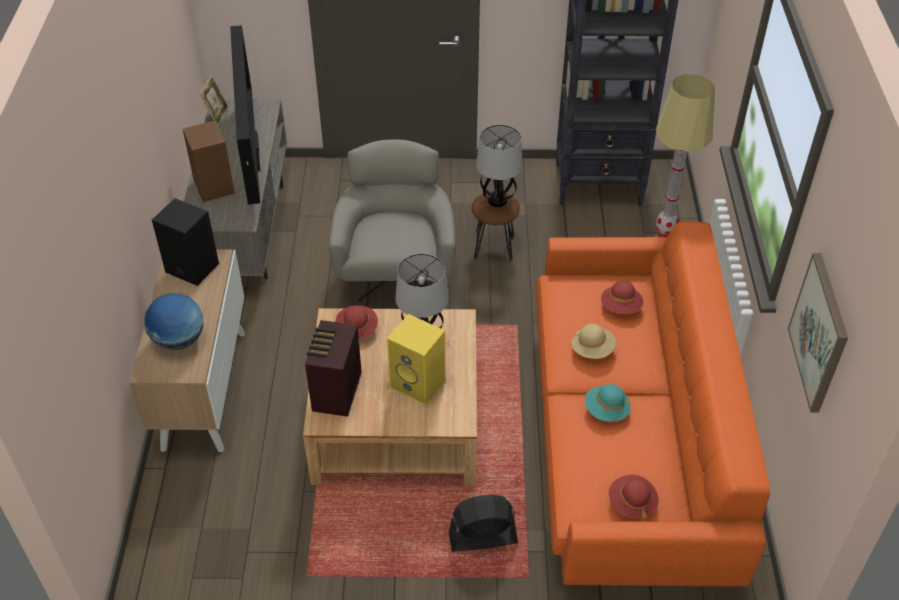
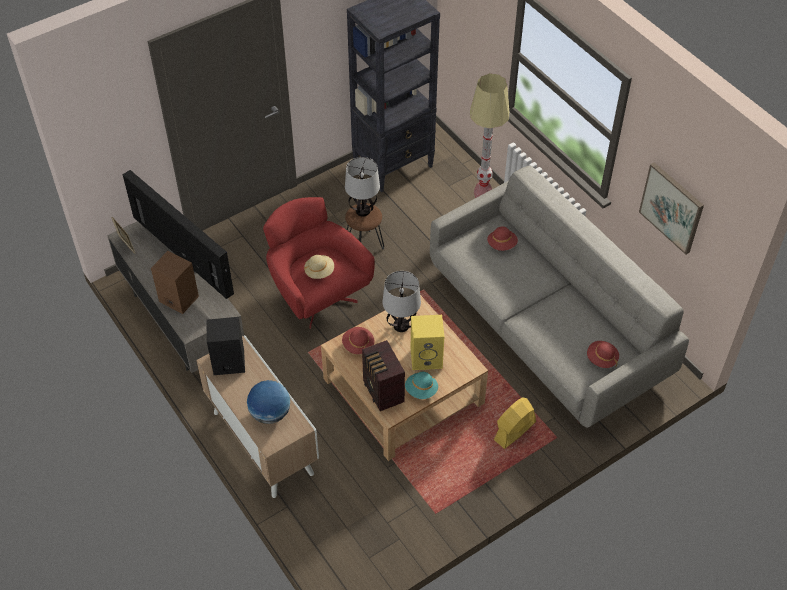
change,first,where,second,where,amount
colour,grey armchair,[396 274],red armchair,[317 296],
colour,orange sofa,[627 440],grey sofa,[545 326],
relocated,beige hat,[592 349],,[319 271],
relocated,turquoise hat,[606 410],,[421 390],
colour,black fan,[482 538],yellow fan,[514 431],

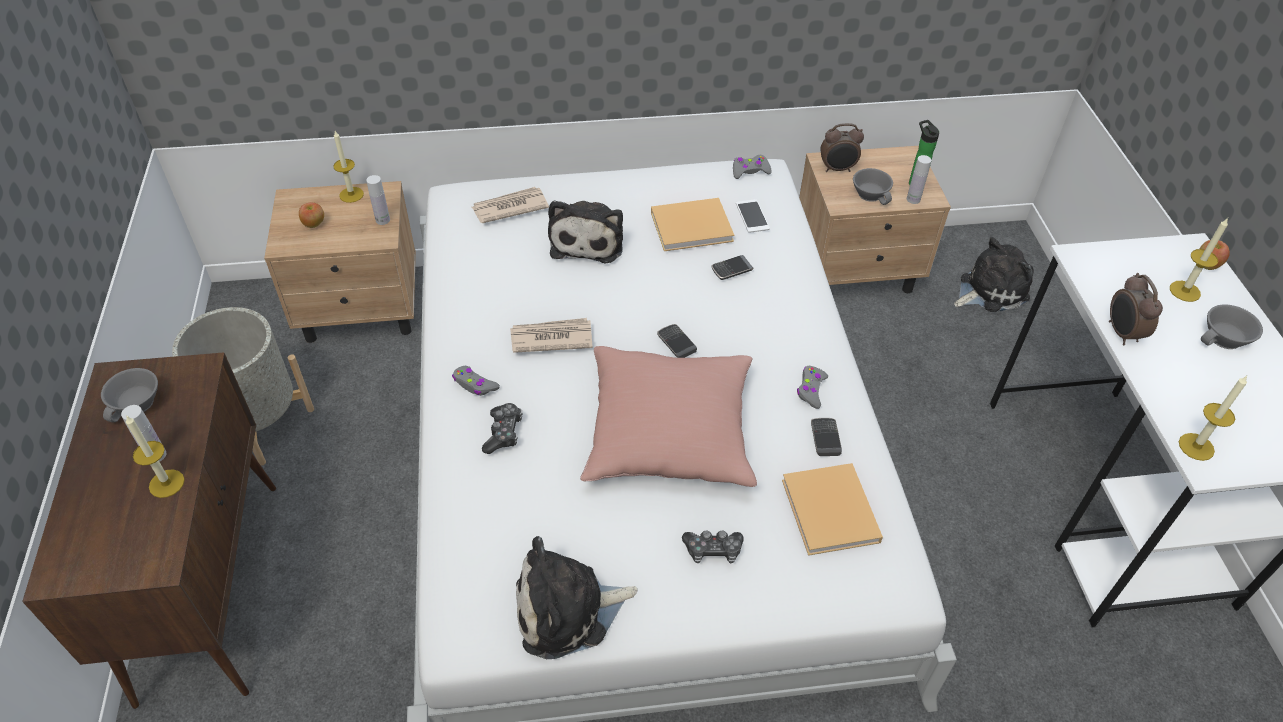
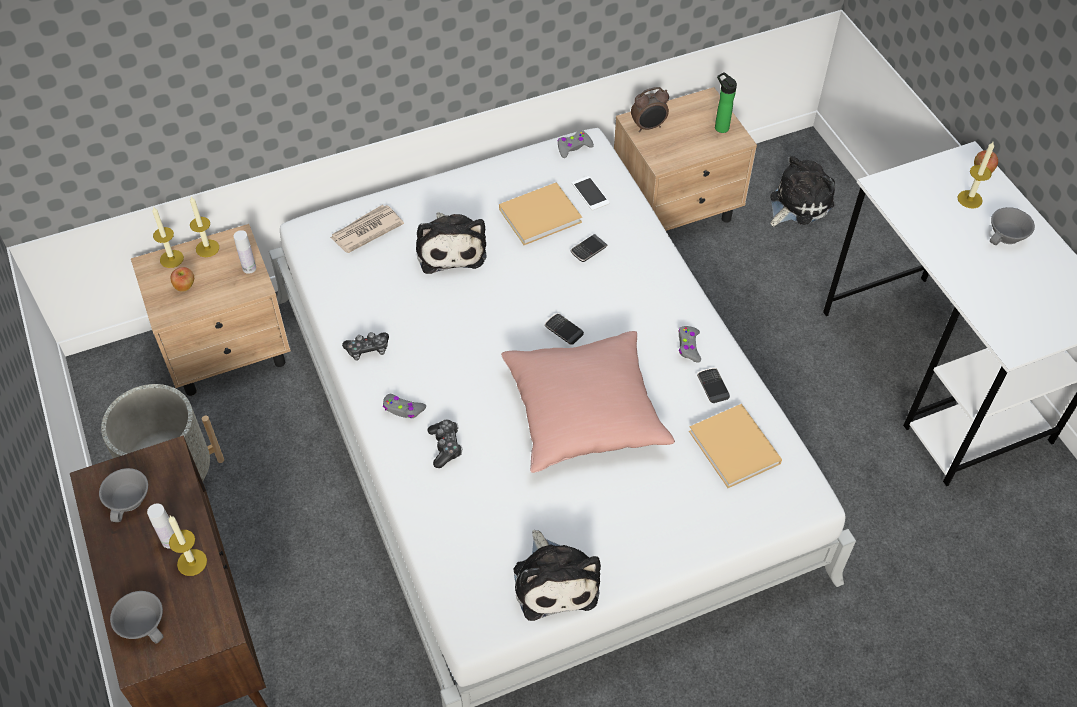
change,first,where,second,where,amount
missing,white bottle,[913 199],,,
relocated,grey cup,[872 194],,[144 623],
missing,alarm clock,[1121 333],,,
missing,newspaper,[551 338],,,
relocated,candle,[1196 446],,[171 259],
relocated,game controller,[713 551],,[367 350],
spun,plush toy,[568 610],,[554 580],75 degrees counterclockwise

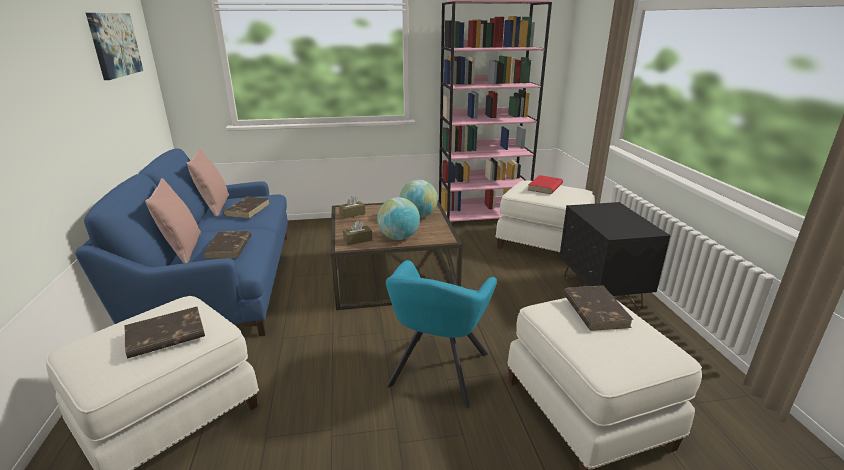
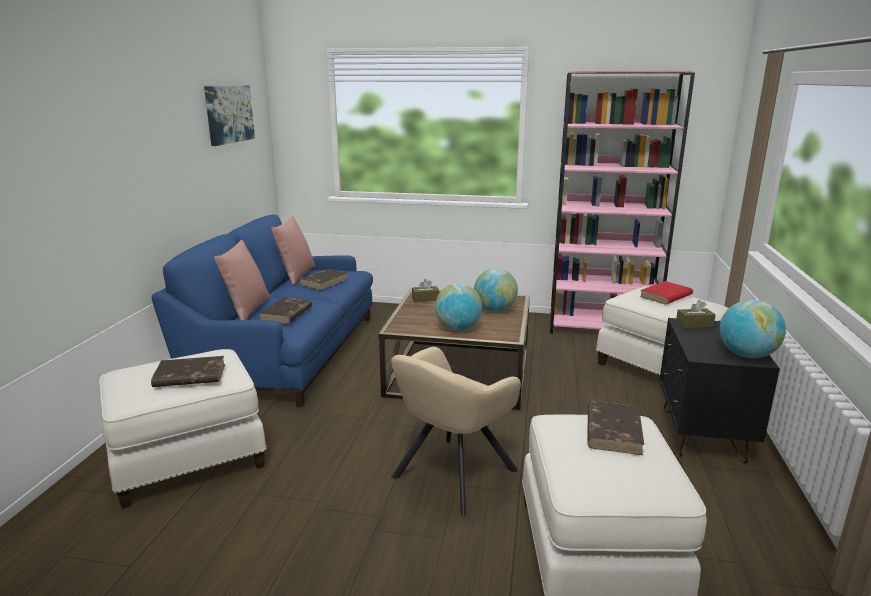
change,first,where,second,where,amount
relocated,brown tissue box,[358 240],,[694 324],
colour,turquoise armchair,[438 372],beige armchair,[451 476],
appeared,,,globe,[746 355],

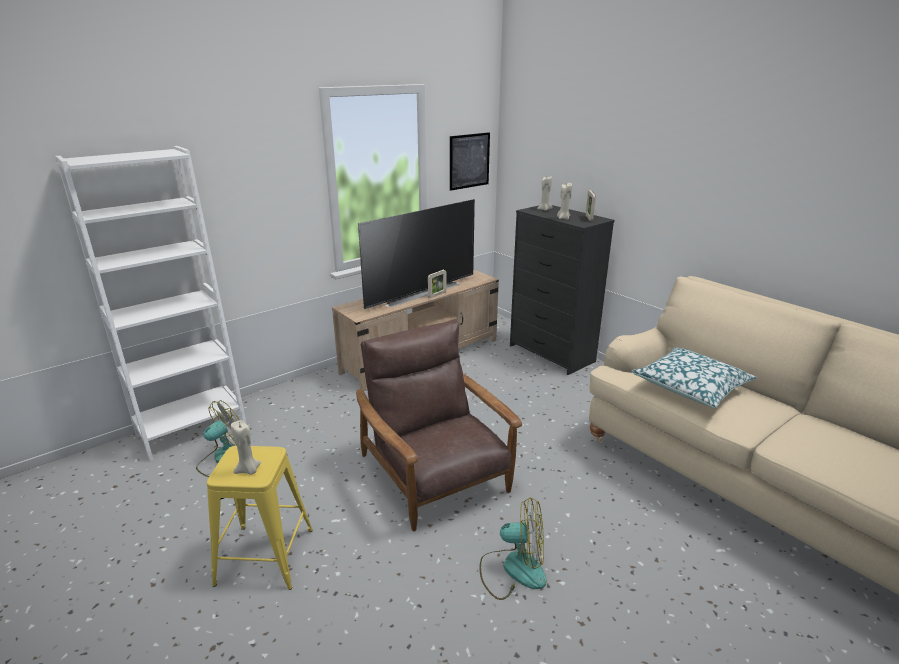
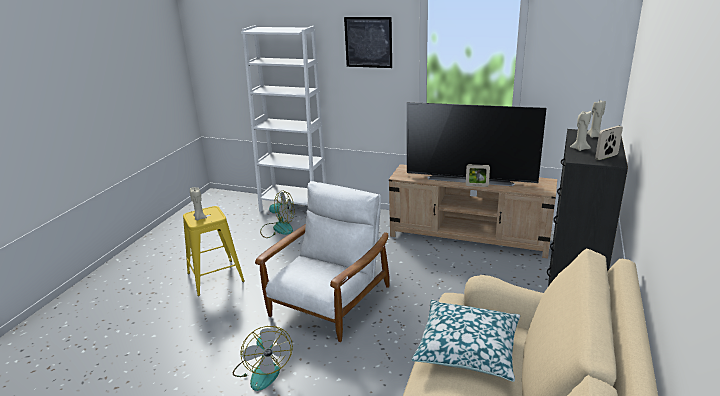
change,first,where,second,where,amount
relocated,picture,[469 161],,[368 42],
colour,brown armchair,[434 474],white armchair,[329 302],

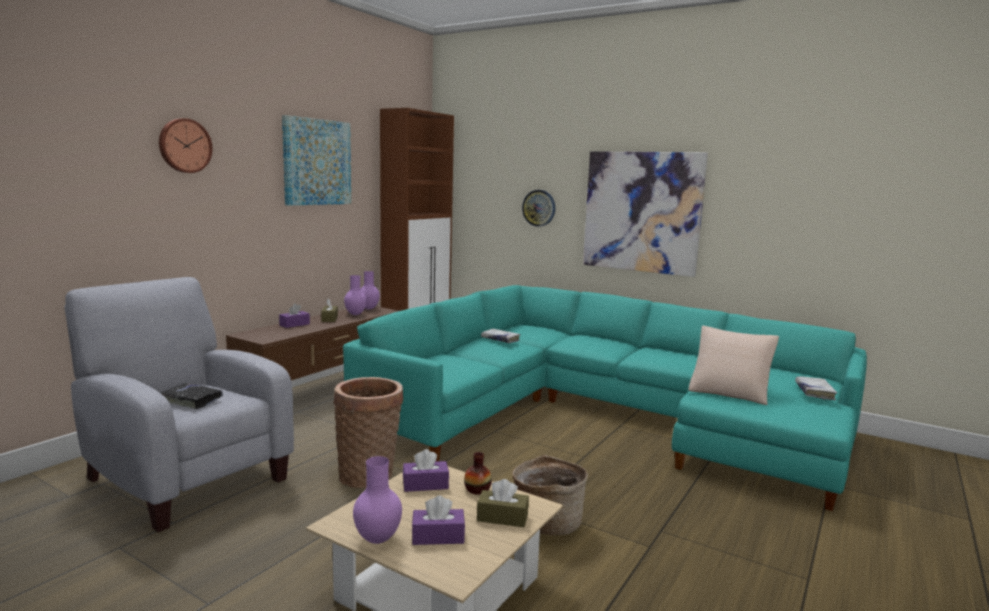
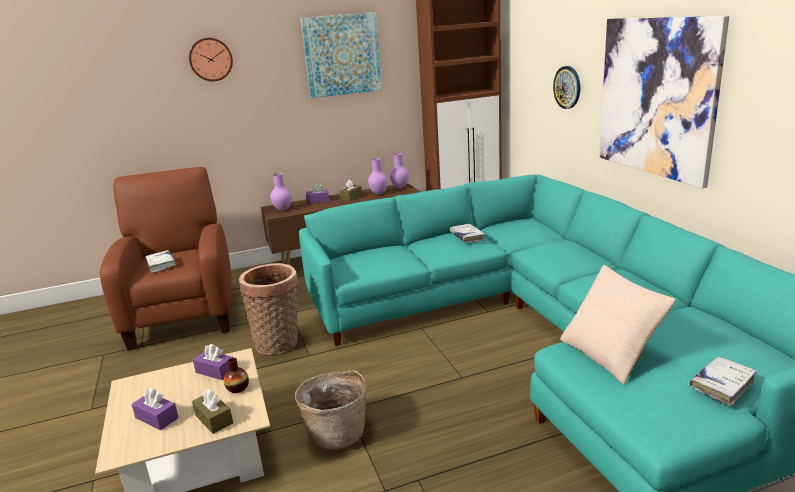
change,first,where,second,where,amount
colour,grey armchair,[184 476],brown armchair,[184 313],
colour,black book,[192 401],white book,[161 265],
relocated,purple vase,[378 539],,[283 210],

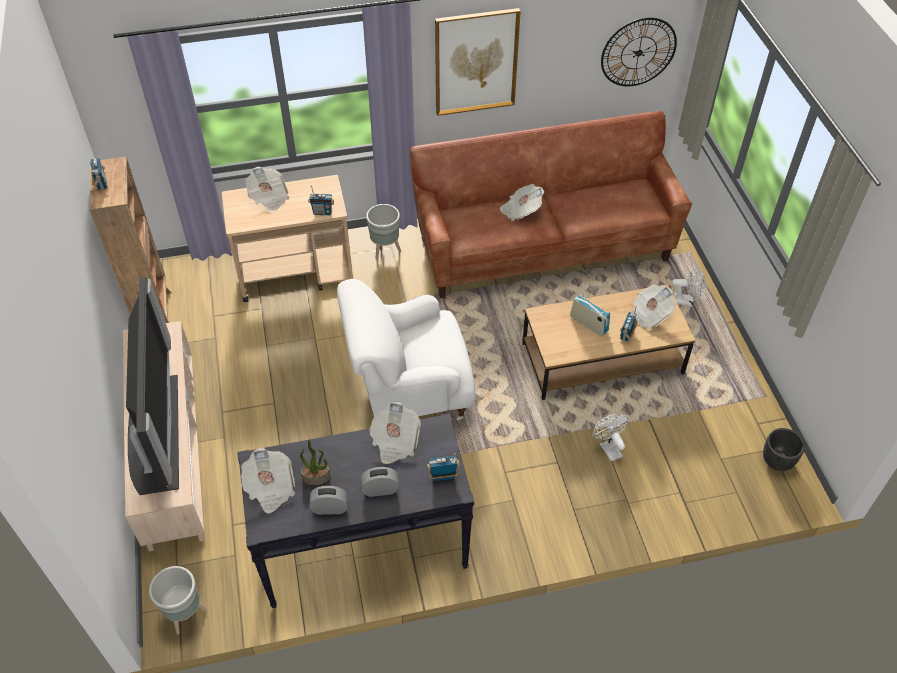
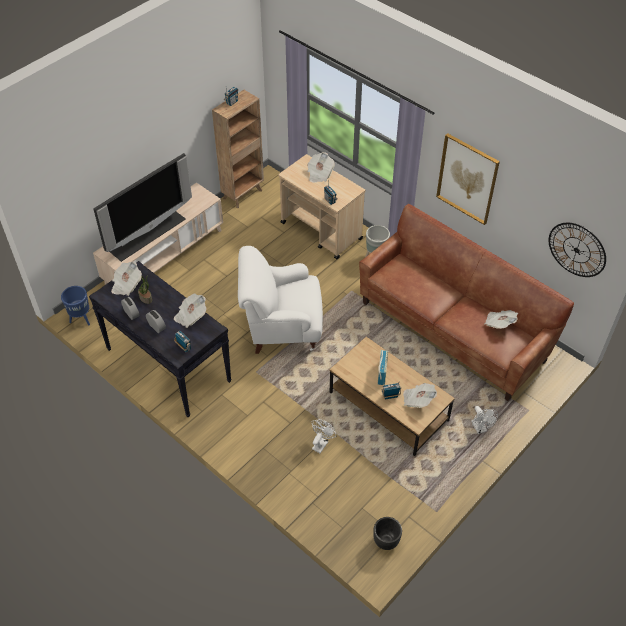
change,first,where,second,where,amount
relocated,newspaper,[521 210],,[499 323],
spun,white armchair,[409 392],,[282 328],45 degrees counterclockwise
colour,grey planter,[186 614],blue planter,[81 319],

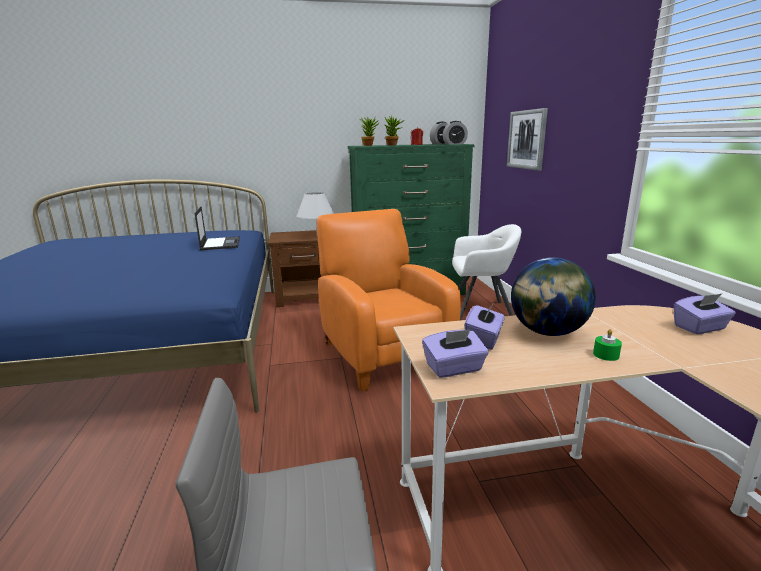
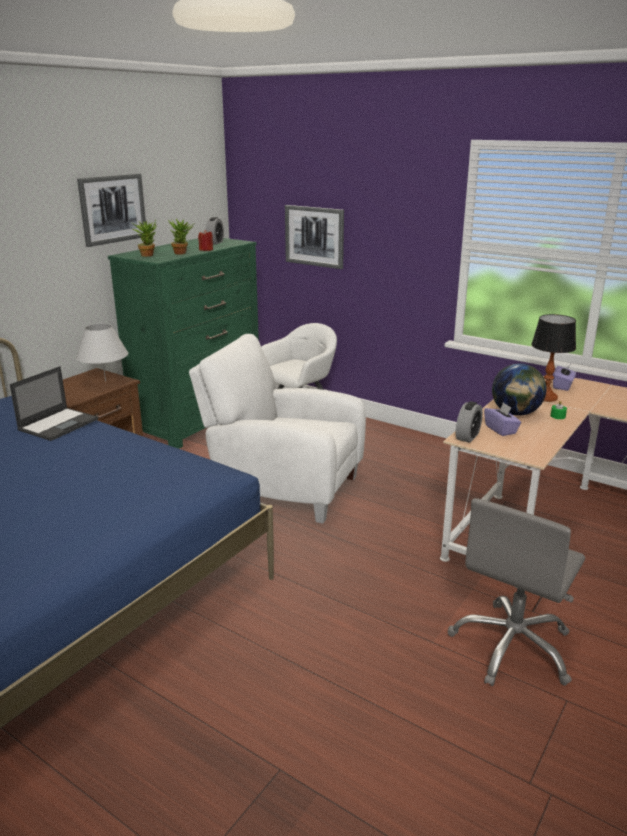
change,first,where,second,where,amount
relocated,alarm clock,[454 144],,[467 436],
spun,laptop,[220 243],,[59 424],90 degrees clockwise
colour,orange armchair,[382 352],white armchair,[282 487],
missing,purple tissue box,[454 368],,,
appeared,,,picture,[113 209],
appeared,,,table lamp,[546 397],

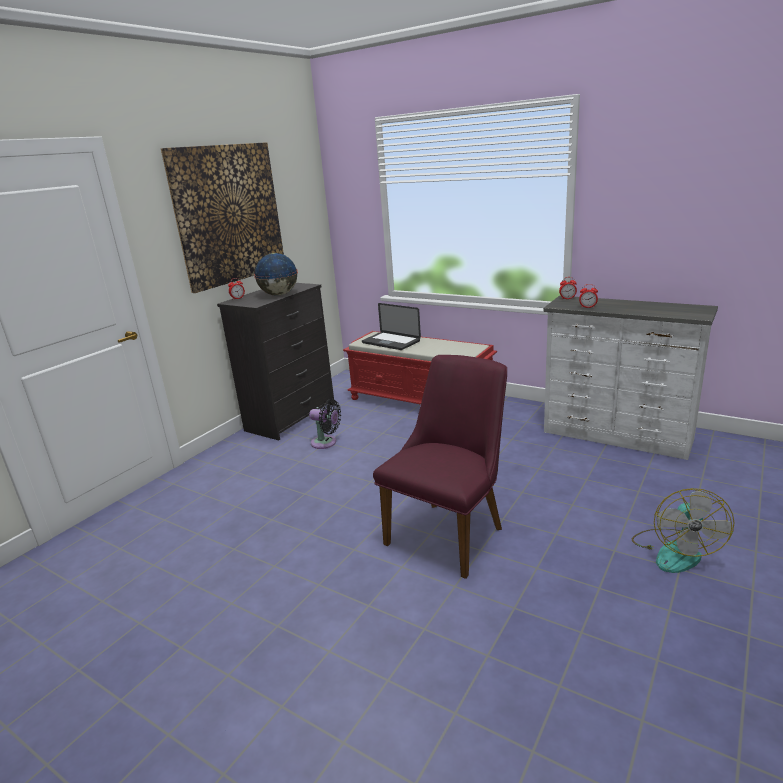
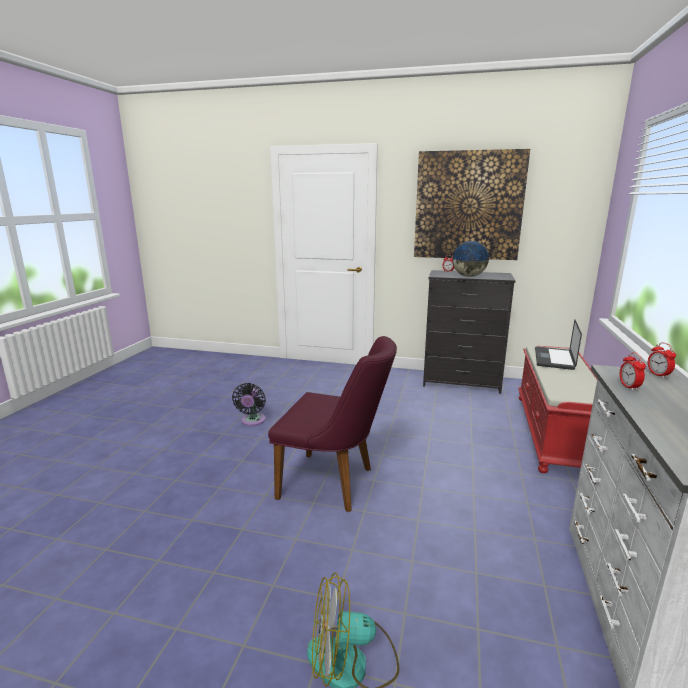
change,first,where,second,where,amount
relocated,black fan,[326 443],,[252 421],

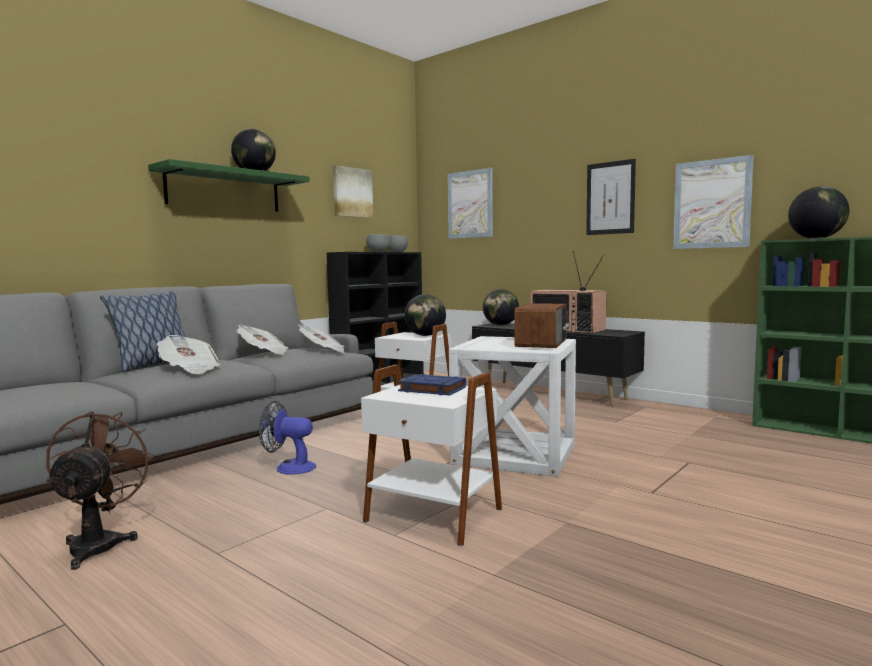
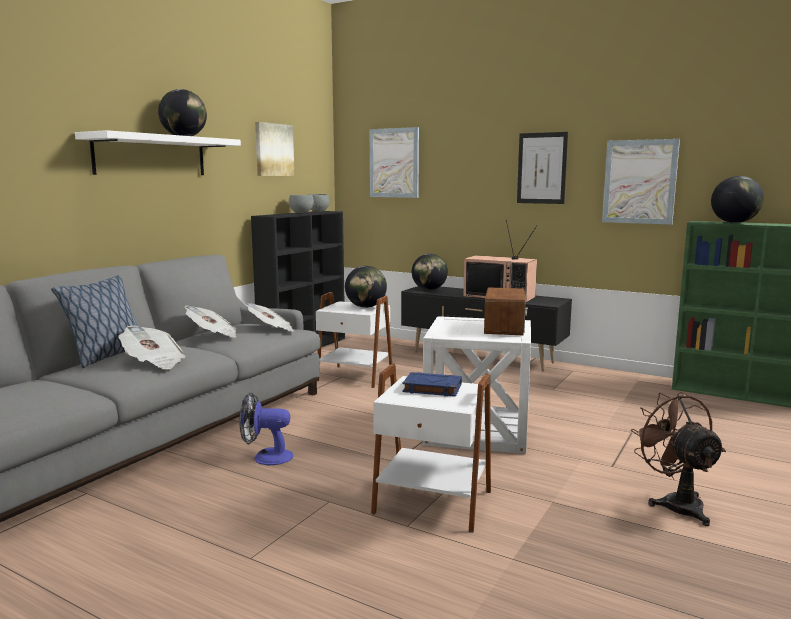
change,first,where,second,where,amount
colour,green shelf,[224 190],white shelf,[151 156],
relocated,brown fan,[100 543],,[676 503],

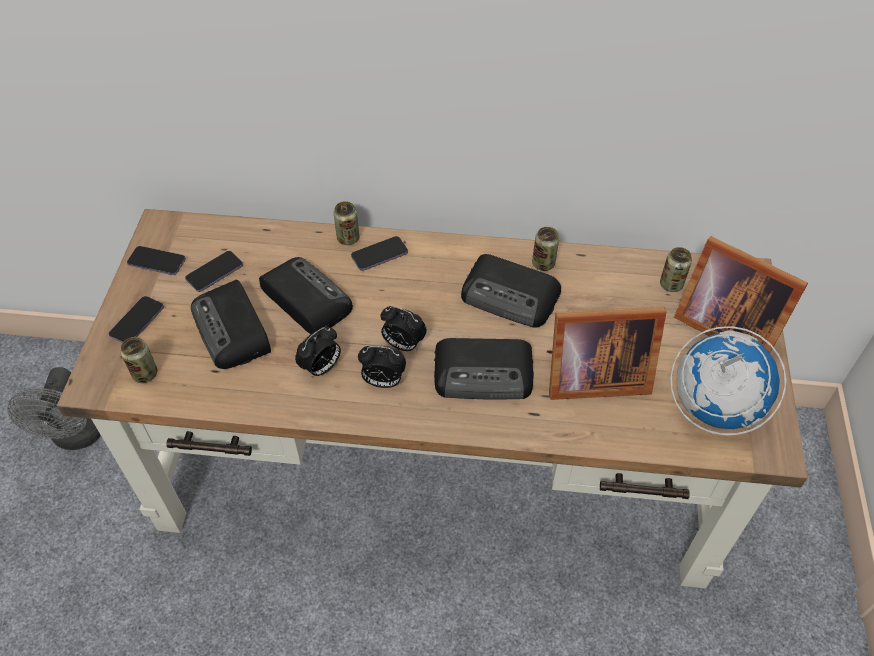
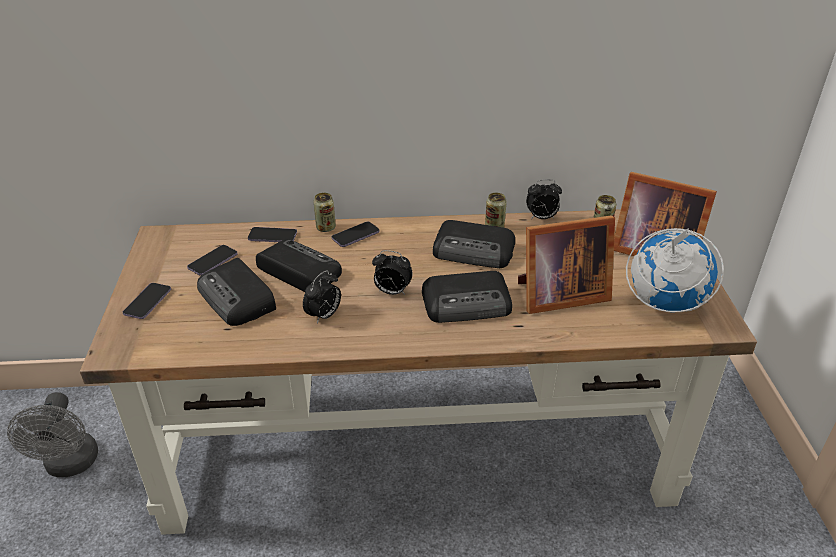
change,first,where,second,where,amount
relocated,phone,[157 262],,[272 236],
missing,can,[145 374],,,
relocated,alarm clock,[383 381],,[541 218],

